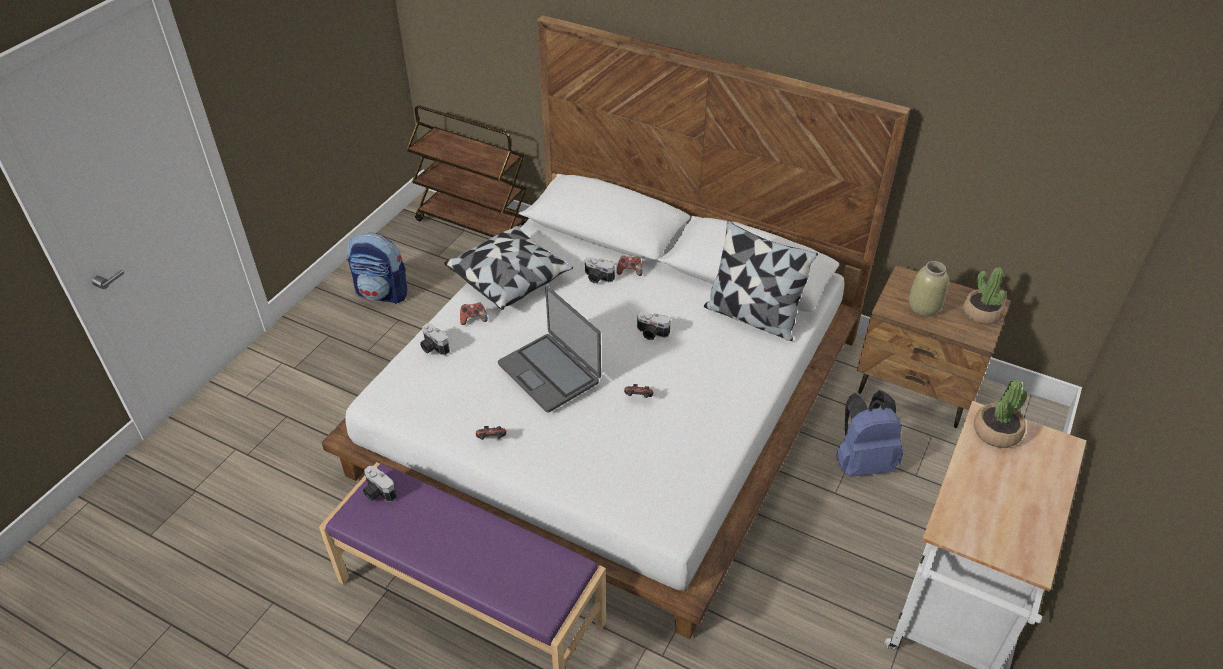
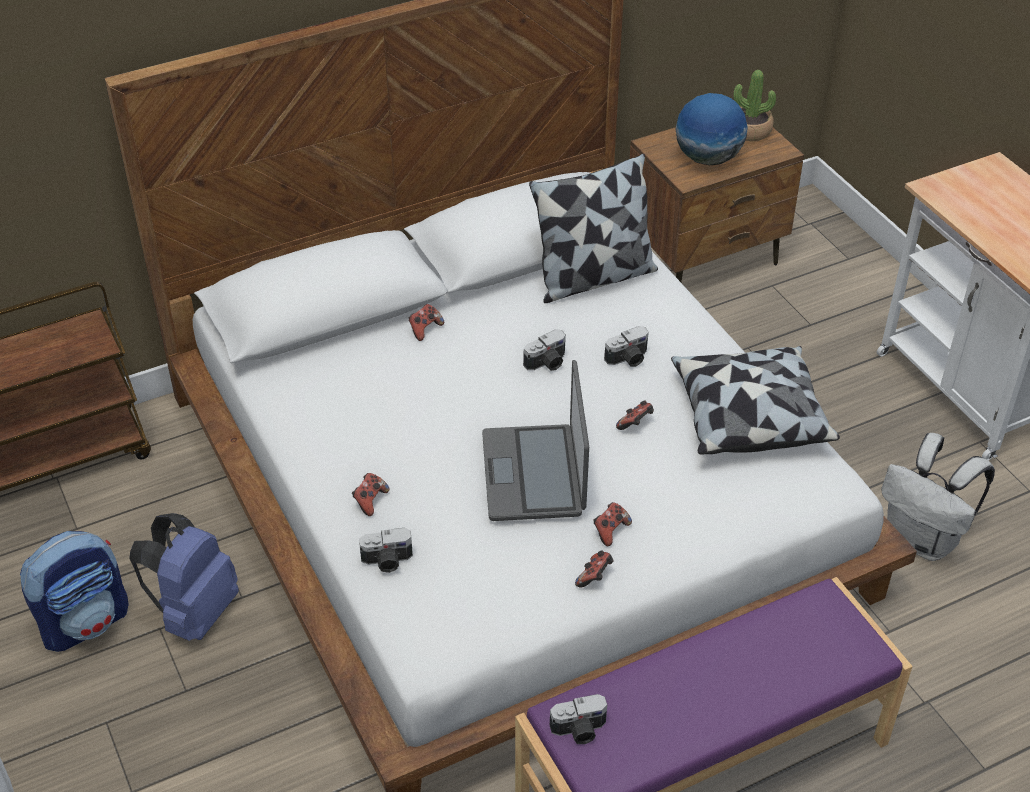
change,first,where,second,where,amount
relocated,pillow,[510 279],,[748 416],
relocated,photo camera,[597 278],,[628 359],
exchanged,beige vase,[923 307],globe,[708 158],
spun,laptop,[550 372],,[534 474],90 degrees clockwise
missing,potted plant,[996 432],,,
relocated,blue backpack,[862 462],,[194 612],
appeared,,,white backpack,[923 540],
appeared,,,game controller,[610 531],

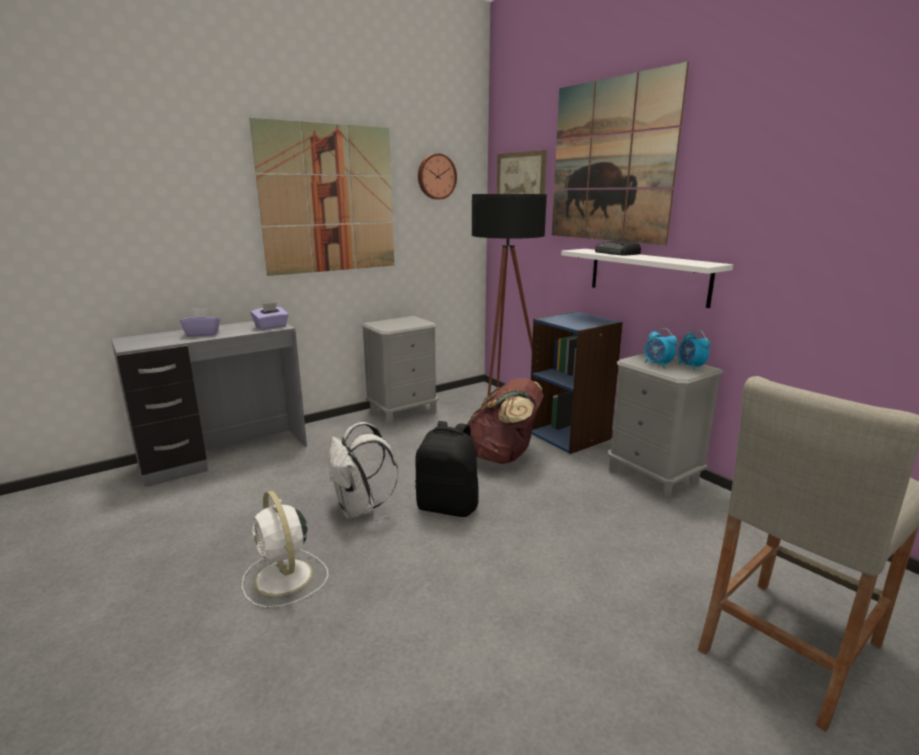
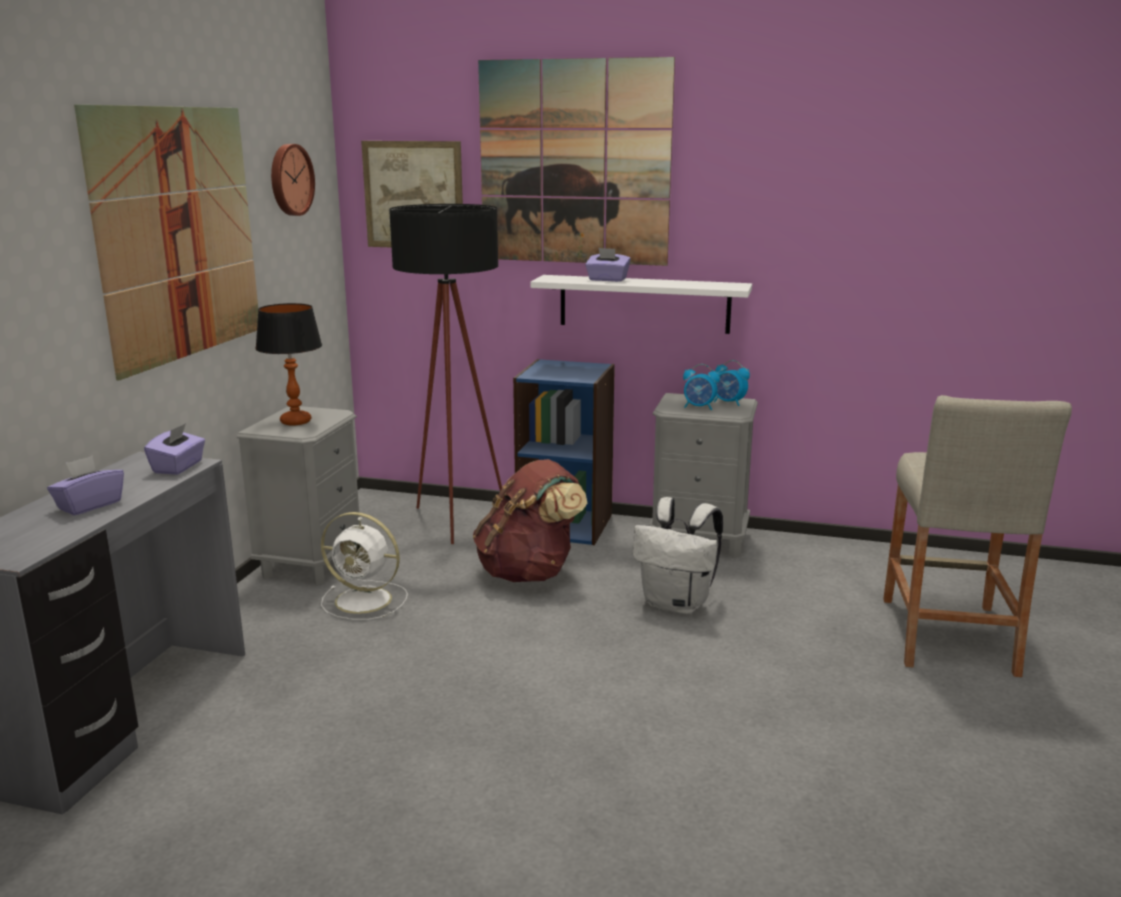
change,first,where,second,where,amount
exchanged,radio,[617 253],purple tissue box,[607 279],
missing,black backpack,[448 506],,,
relocated,white backpack,[359 509],,[677 604],
relocated,white fan,[284 578],,[366 600],
appeared,,,table lamp,[296 421],

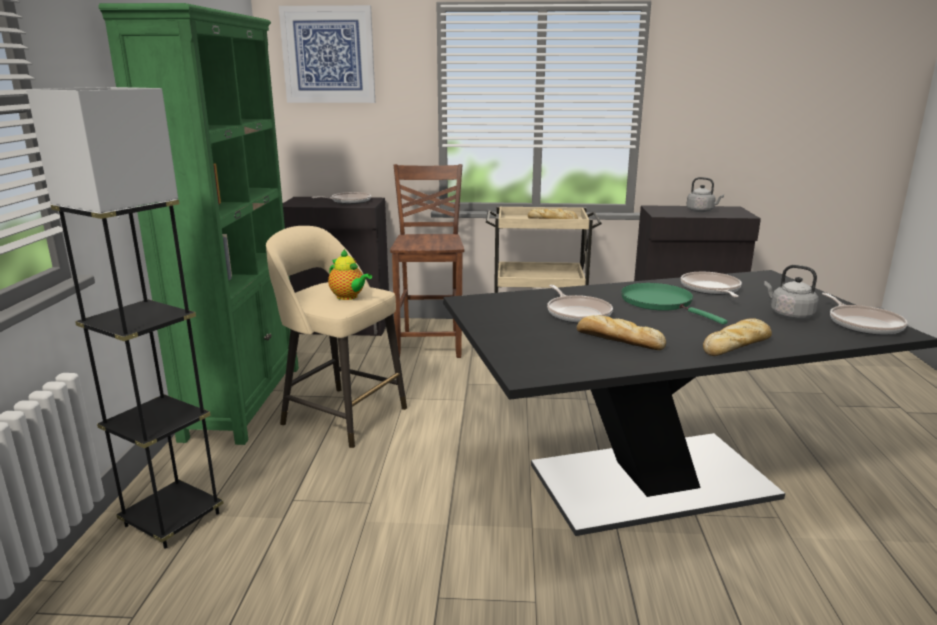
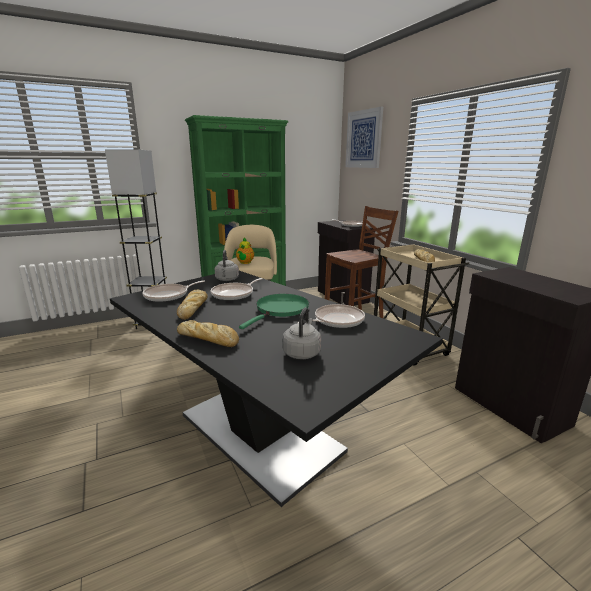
change,first,where,second,where,amount
relocated,grey kettle,[701 211],,[227 280],
relocated,frying pan,[863 324],,[168 296],

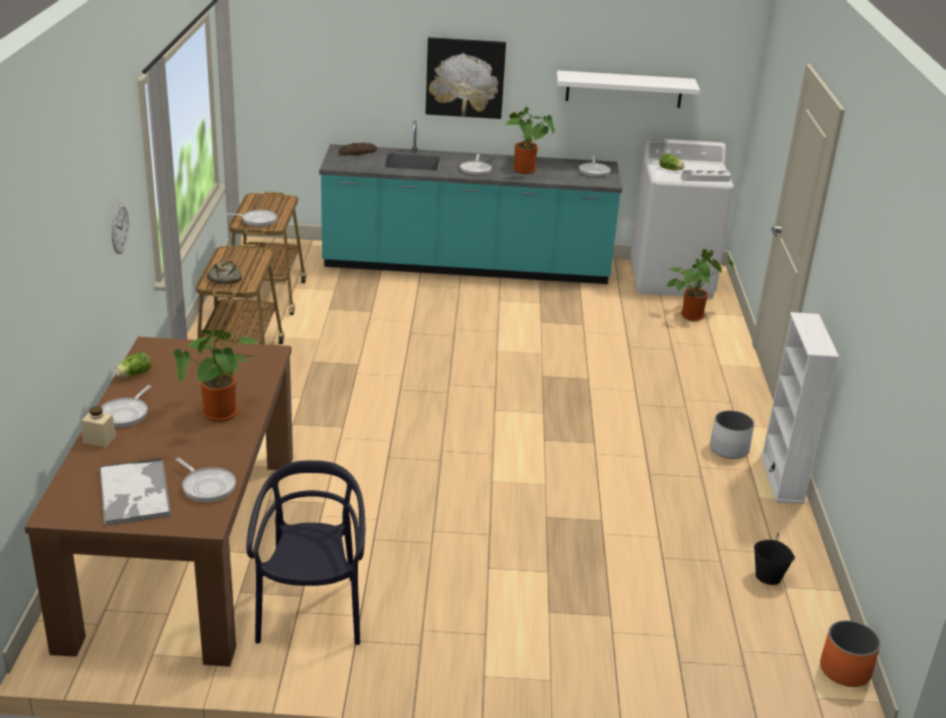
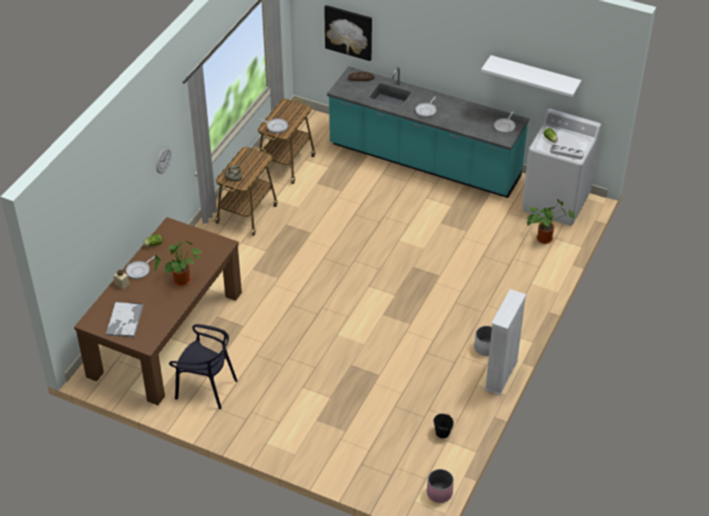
change,first,where,second,where,amount
relocated,picture,[465 77],,[349 32],
missing,potted plant,[526 171],,,
missing,frying pan,[207 486],,,
spun,black chair,[311 612],,[206 387],90 degrees clockwise
colour,orange planter,[845 670],pink planter,[439 493],

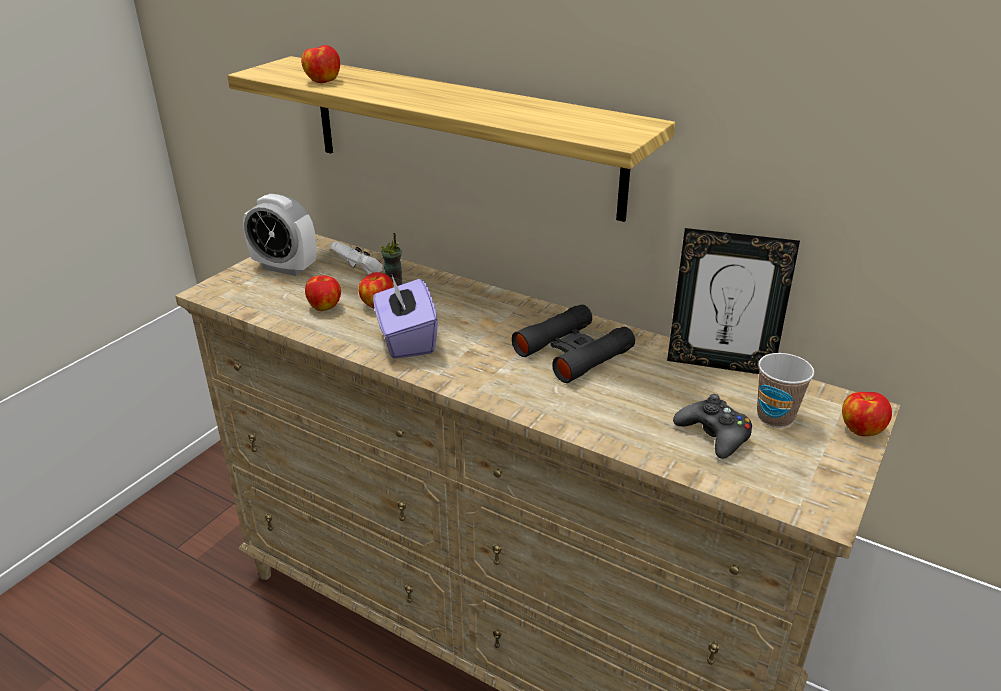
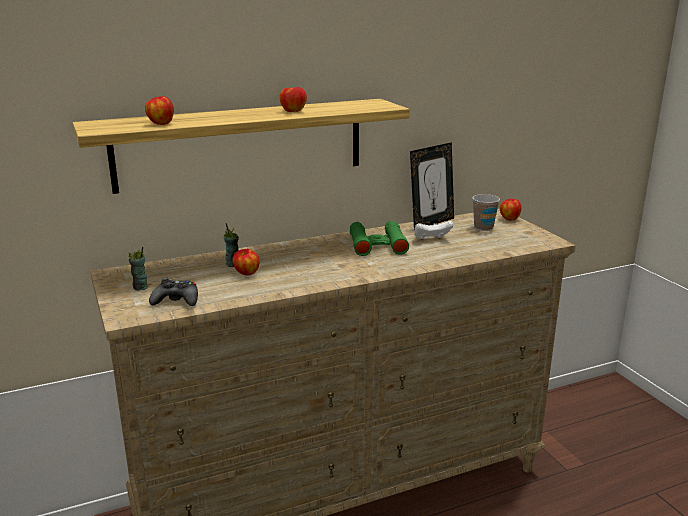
change,first,where,second,where,amount
exchanged,alarm clock,[285 268],cup,[140 287],
relocated,white game controller,[360 272],,[431 239],
missing,purple tissue box,[406 340],,,
relocated,apple,[325 307],,[293 111],
colour,black binoculars,[573 352],green binoculars,[377 245],
relocated,black game controller,[714 435],,[176 300],

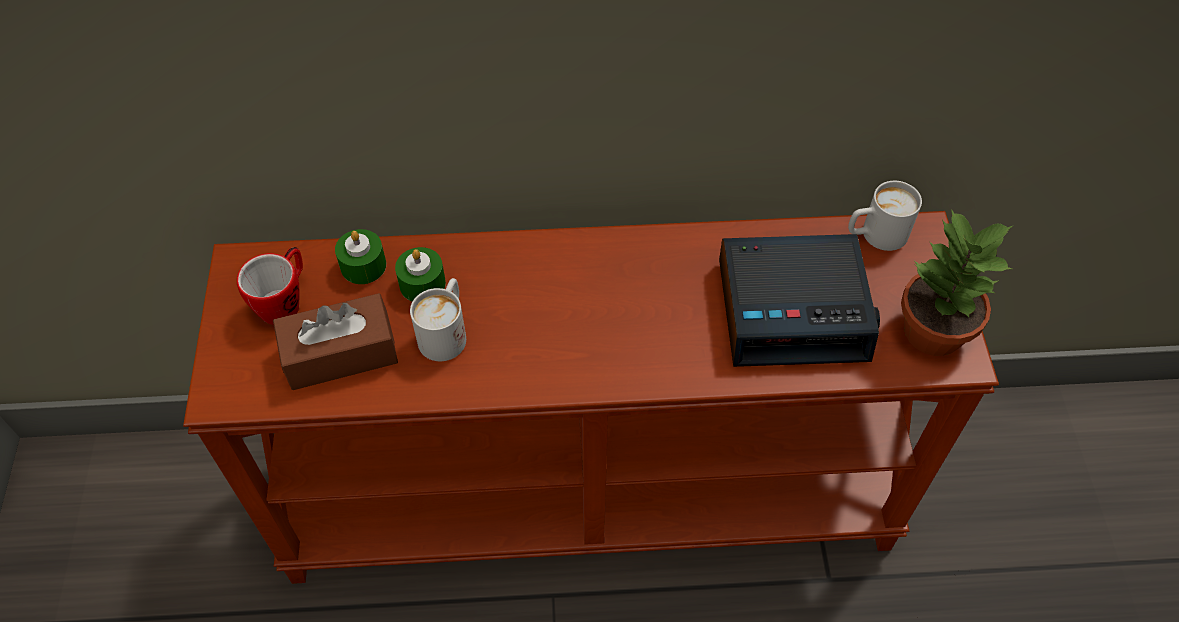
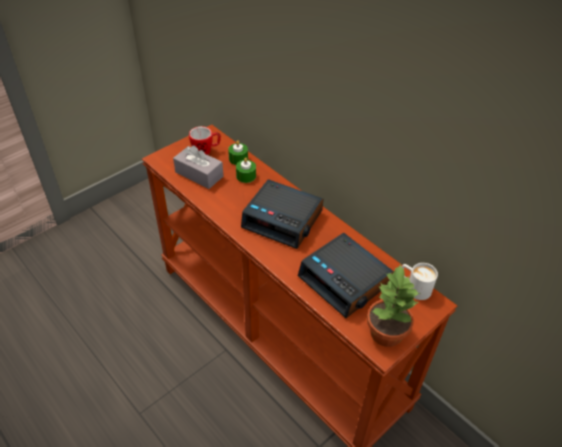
change,first,where,second,where,amount
missing,white mug,[446 331],,,
colour,brown tissue box,[340 354],grey tissue box,[199 174],
appeared,,,alarm clock,[283 219],

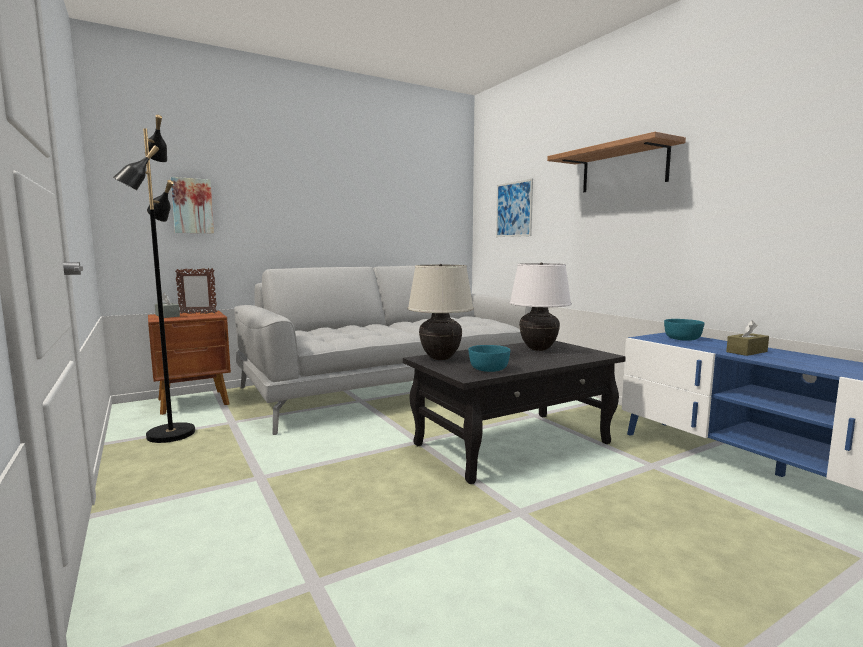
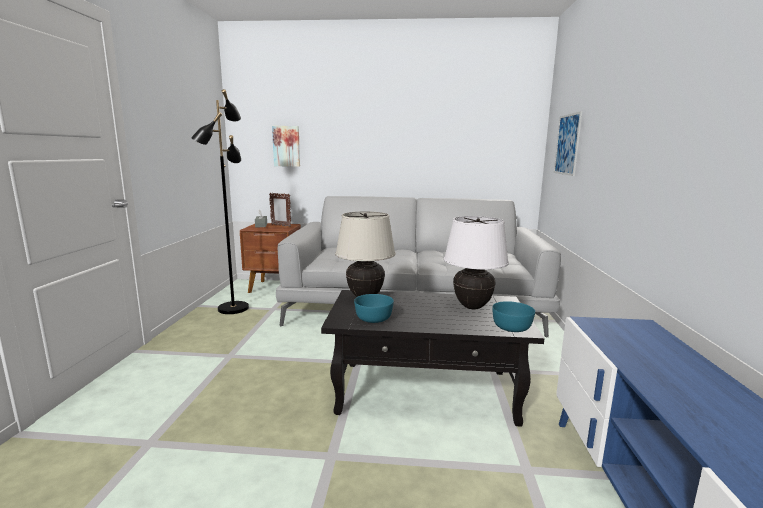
change,first,where,second,where,amount
missing,shelf,[623 168],,,
relocated,turquoise bowl,[681 338],,[511 327],
missing,brown tissue box,[746 352],,,

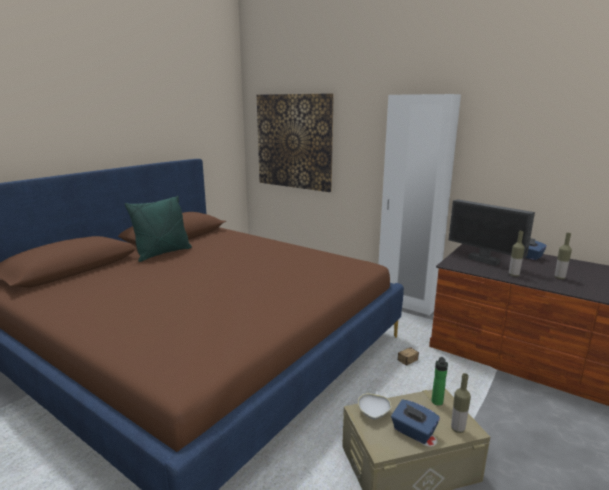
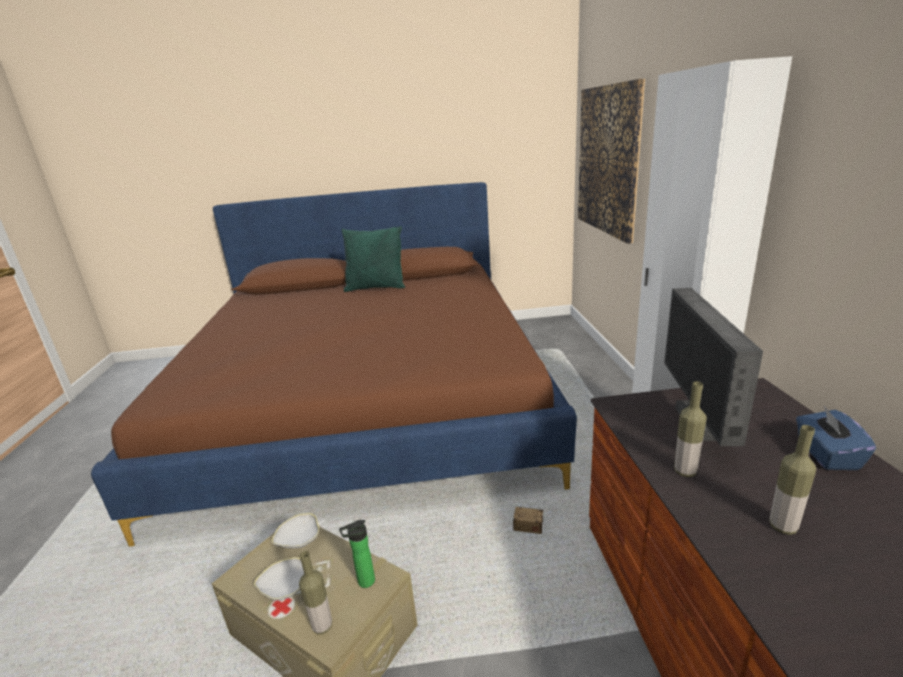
change,first,where,second,where,amount
exchanged,blue tissue box,[413 432],white bowl,[287 588],

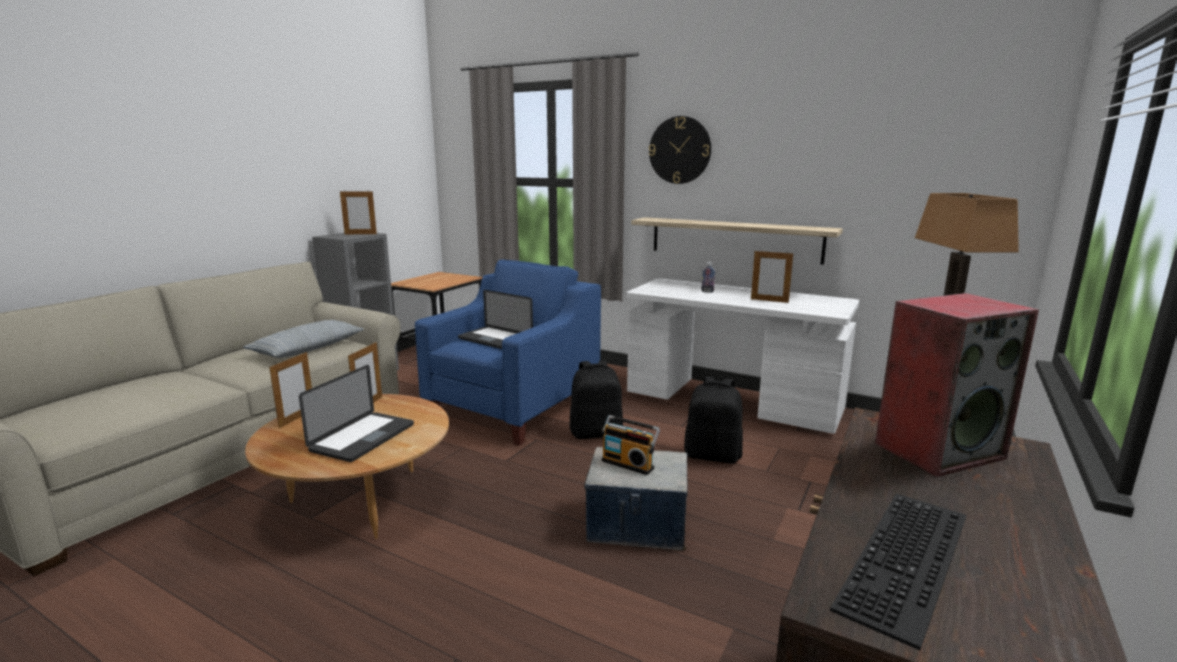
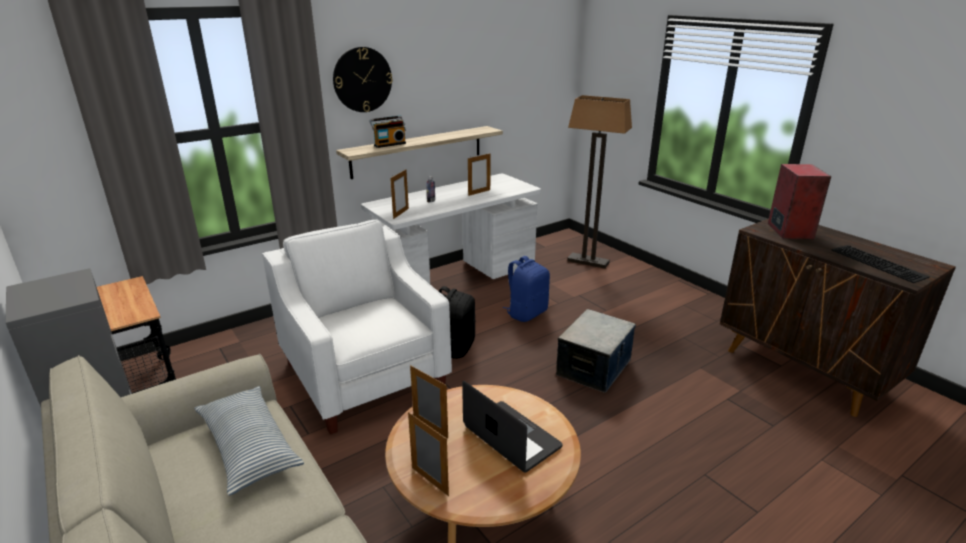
change,first,where,second,where,amount
relocated,picture frame,[360 234],,[401 213],
colour,blue armchair,[514 408],white armchair,[364 376],
missing,laptop,[495 339],,,
colour,black backpack,[713 455],blue backpack,[526 313],
relocated,radio,[629 463],,[389 144],

